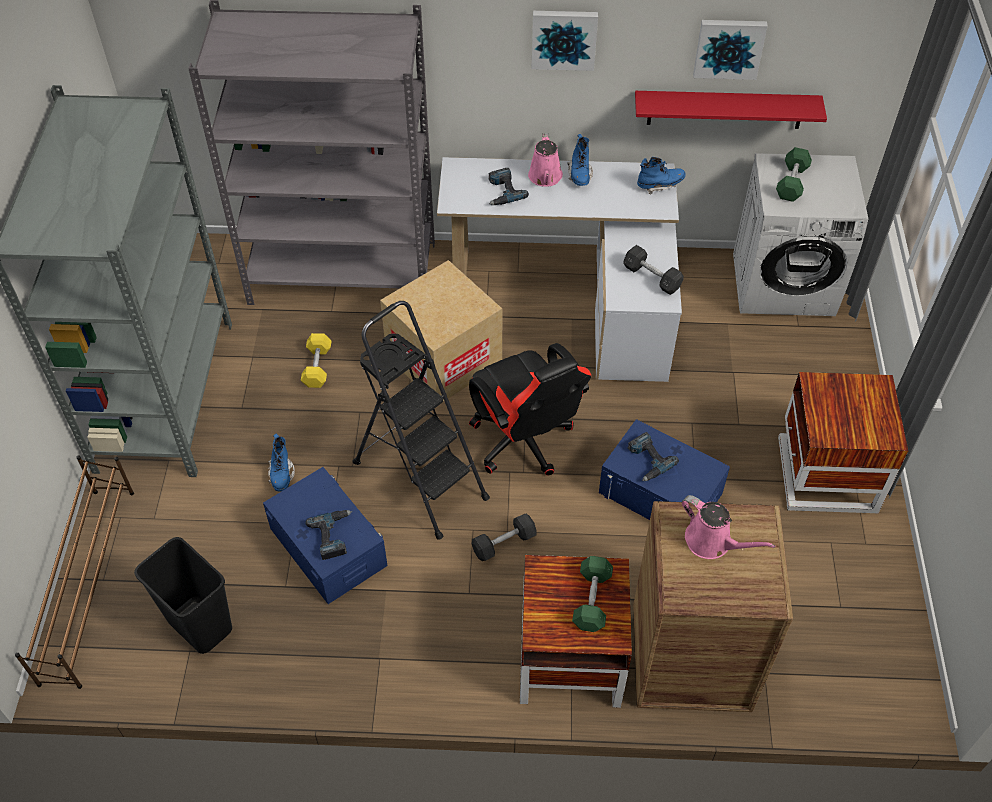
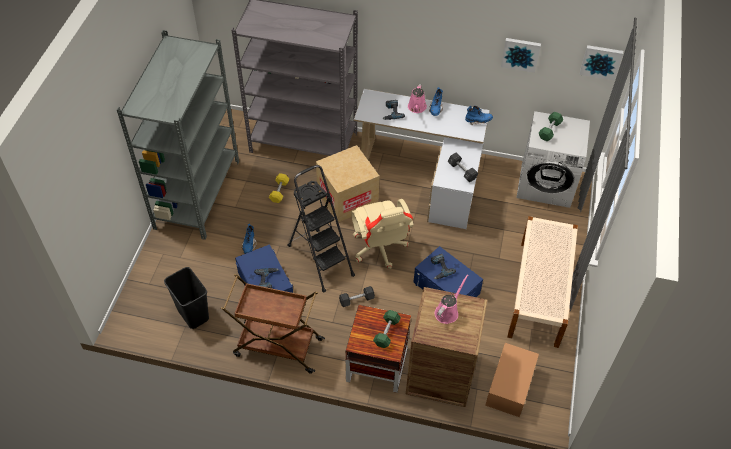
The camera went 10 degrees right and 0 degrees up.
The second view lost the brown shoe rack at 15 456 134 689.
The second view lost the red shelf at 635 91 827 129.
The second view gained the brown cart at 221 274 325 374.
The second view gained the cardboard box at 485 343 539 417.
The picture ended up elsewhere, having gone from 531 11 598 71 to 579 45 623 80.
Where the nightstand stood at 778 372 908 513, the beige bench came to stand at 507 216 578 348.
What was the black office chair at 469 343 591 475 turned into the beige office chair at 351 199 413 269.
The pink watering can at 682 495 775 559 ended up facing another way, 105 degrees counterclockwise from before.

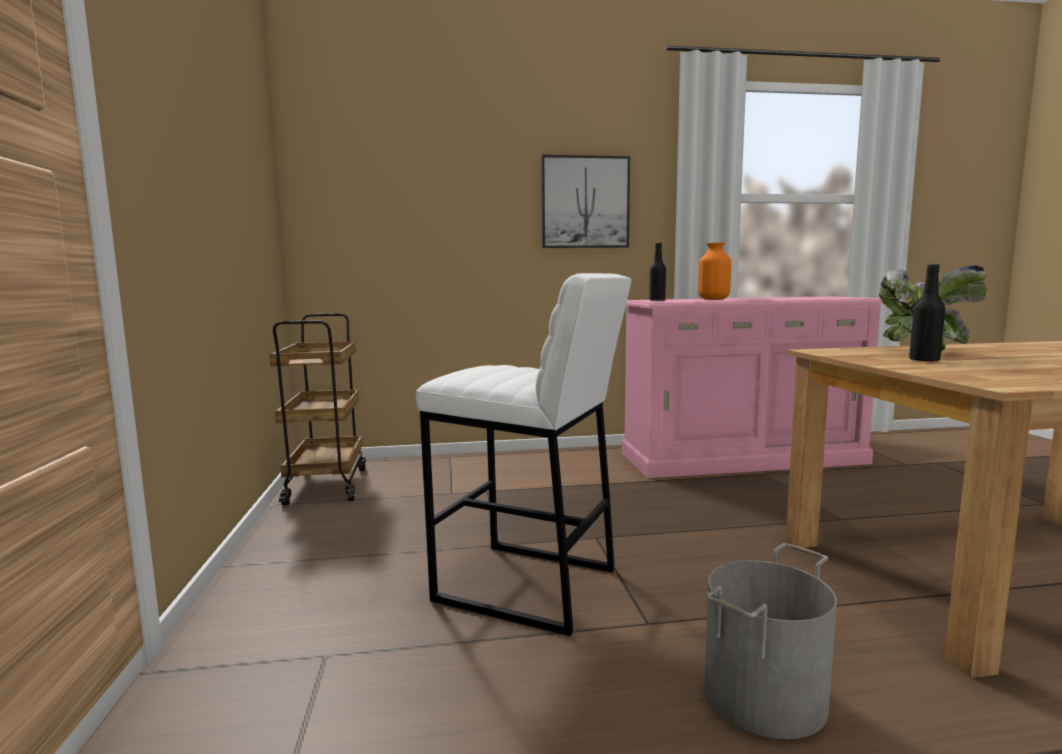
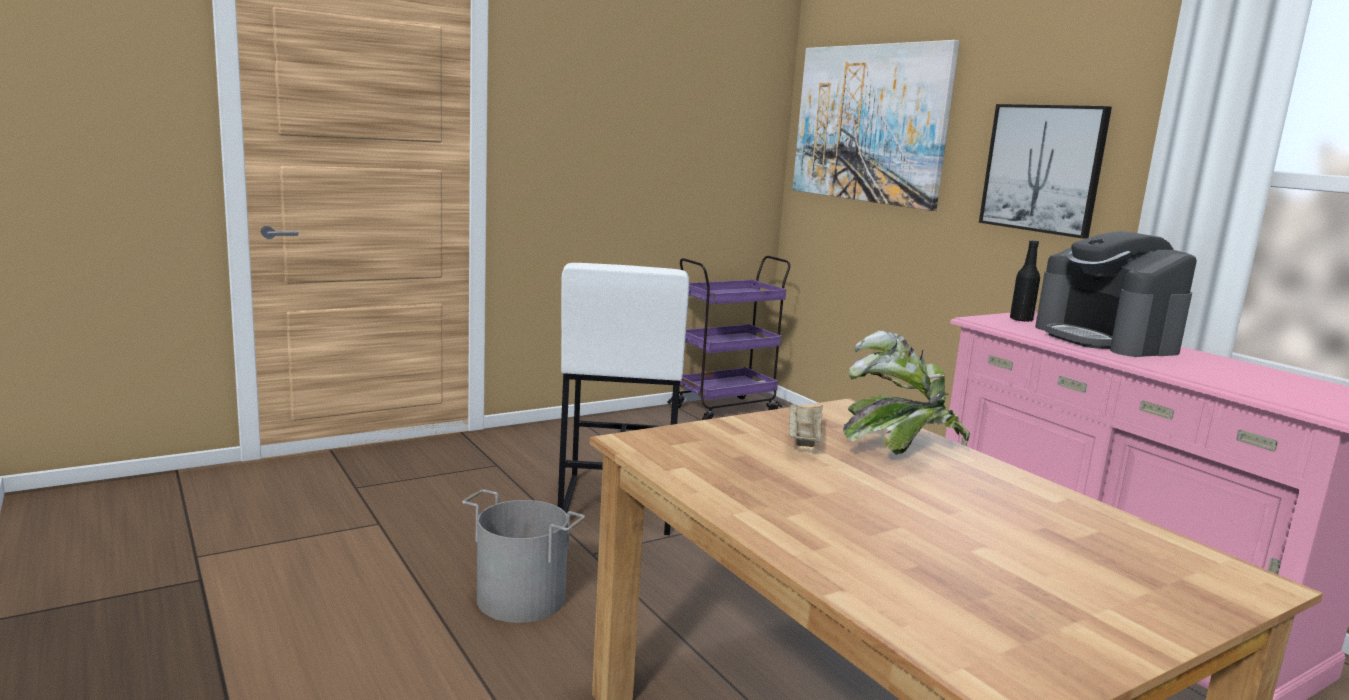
The camera went 65 degrees right and 5 degrees up.
The second view gained the picture at 792 40 959 211.
Where the orange vase stood at 698 243 731 300, the coffee machine came to stand at 1035 231 1197 357.
Where the black bottle stood at 909 264 945 362, the beige tray came to stand at 789 401 823 447.
What was the brown cart at 269 313 366 505 turned into the purple cart at 667 256 790 420.

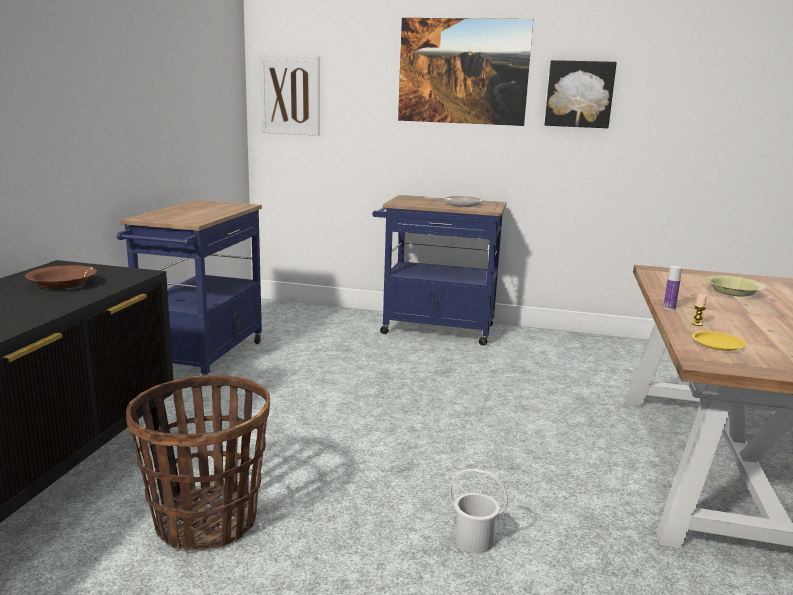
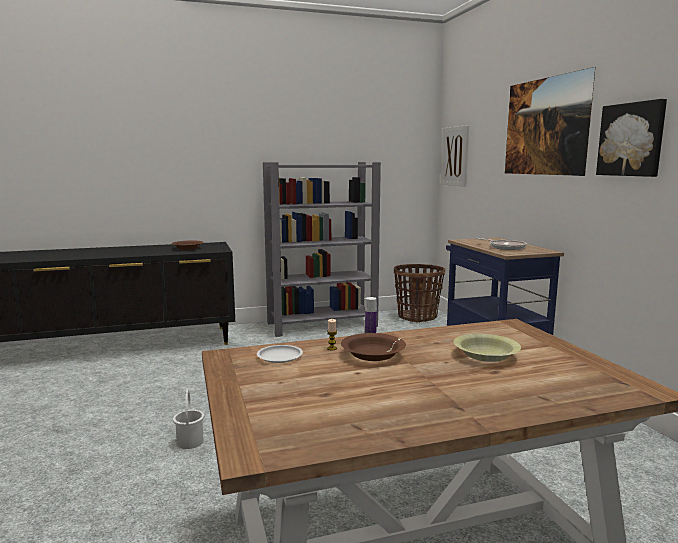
The camera went 60 degrees right and 5 degrees down.
The second view gained the brown bowl at 341 333 406 361.
The basket ended up elsewhere, having gone from 126 375 270 551 to 394 264 445 322.
Where the blue cart stood at 117 200 262 376, the grey bookcase came to stand at 263 162 381 337.
What was the yellow plate at 692 331 746 351 turned into the white plate at 257 345 303 363.

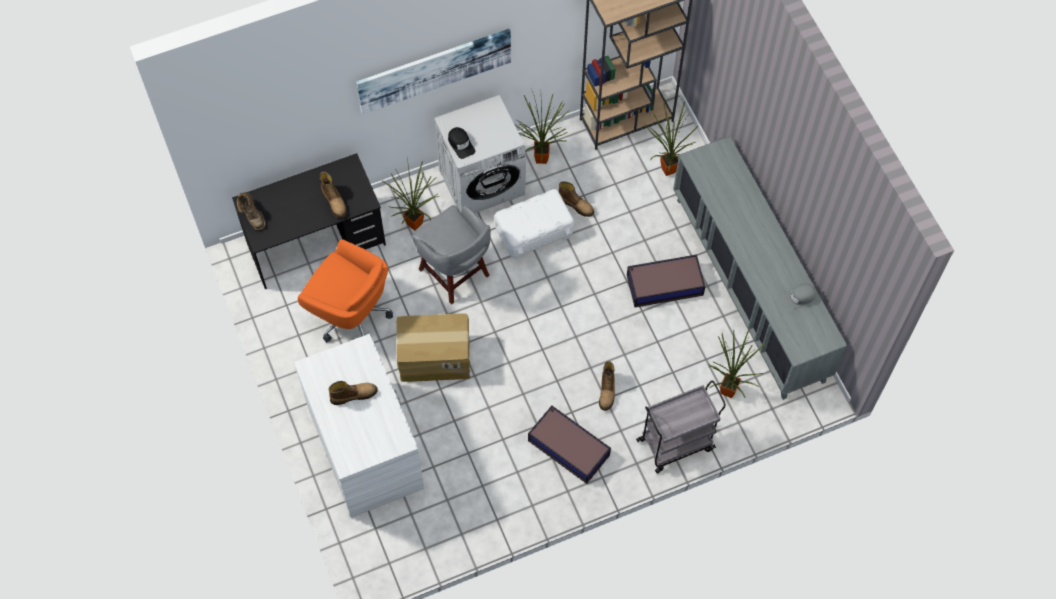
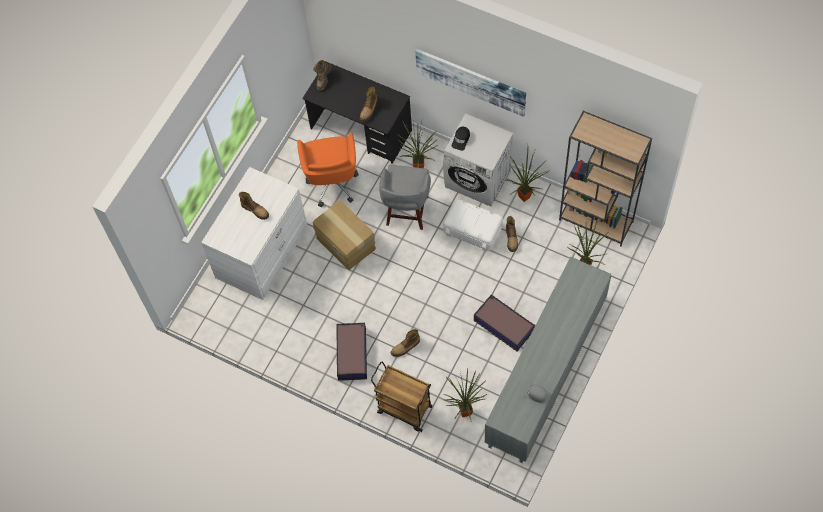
The camera went 55 degrees right and 0 degrees up.
What was the grey cart at 636 381 725 474 turned into the brown cart at 371 362 432 432.

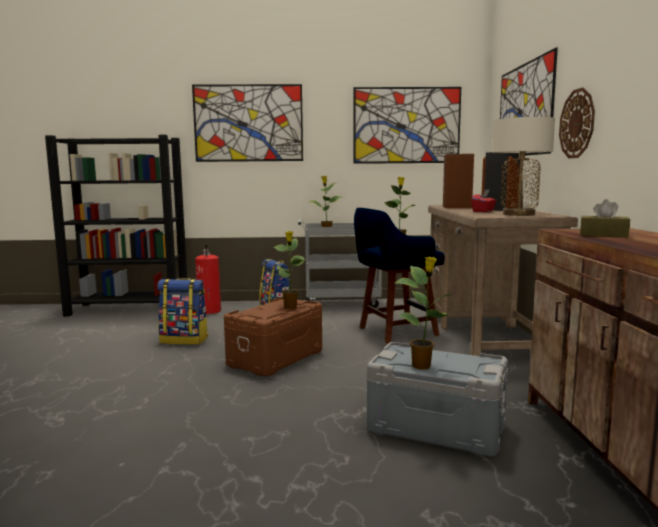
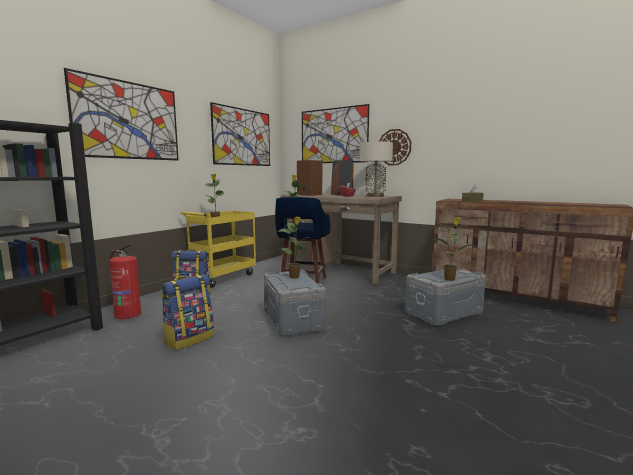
The camera went 55 degrees left and 0 degrees up.
What was the brown storage box at 224 297 322 376 turned into the grey storage box at 264 270 326 337.
What was the grey cart at 298 218 382 308 turned into the yellow cart at 180 211 256 288.

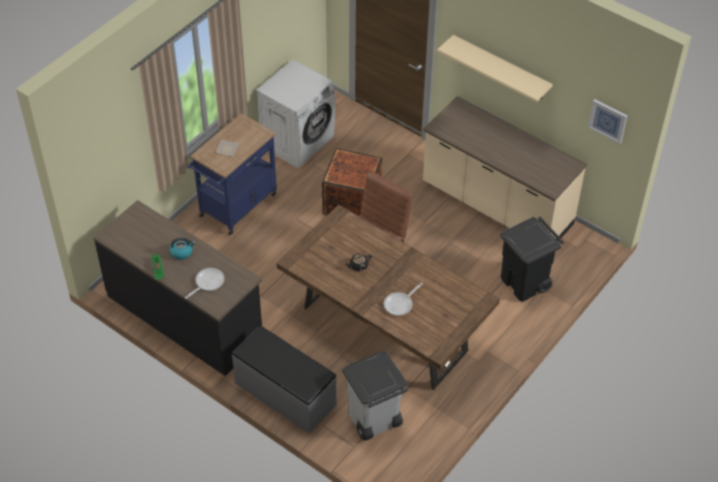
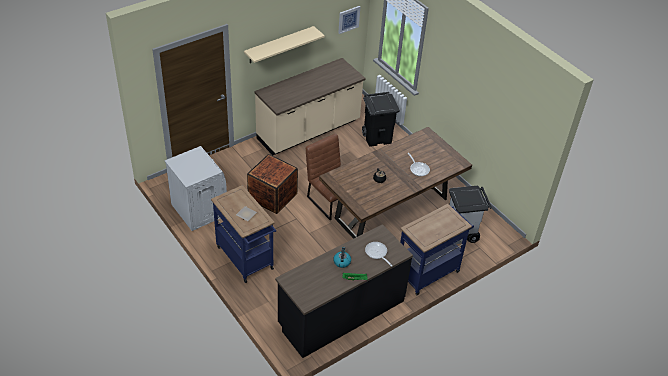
The camera went 75 degrees left and 5 degrees down.
Where the grey bench stood at 232 325 337 434, the blue cart came to stand at 400 204 474 296.

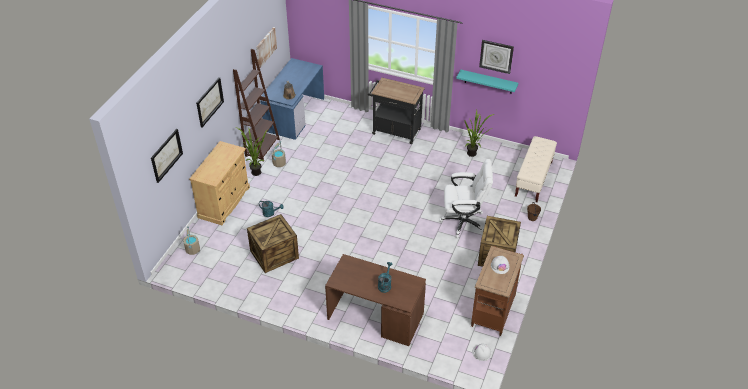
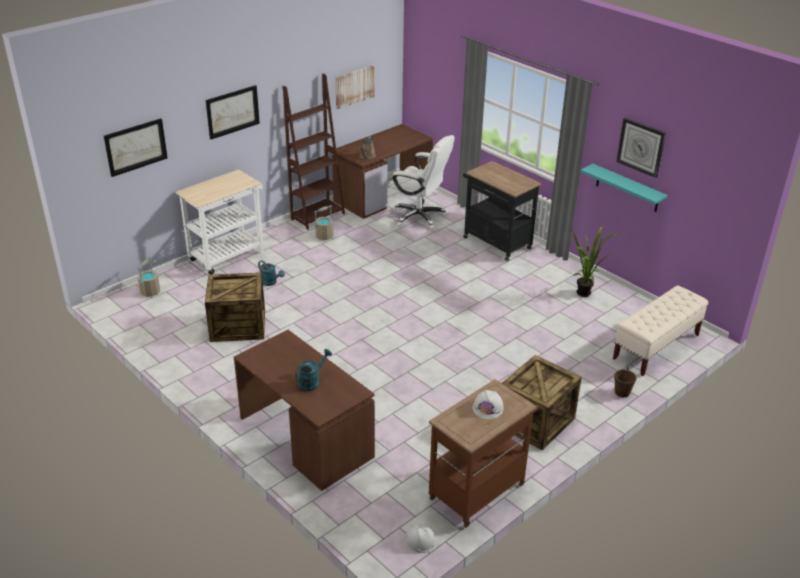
The camera went 25 degrees right and 10 degrees down.
The second view lost the potted plant at 236 127 268 176.
The white office chair ended up elsewhere, having gone from 439 159 493 238 to 389 135 455 230.
Where the beige cabinet stood at 189 141 250 225, the white cart came to stand at 176 169 264 275.
What was the blue desk at 260 58 324 140 turned into the brown desk at 332 124 433 219.

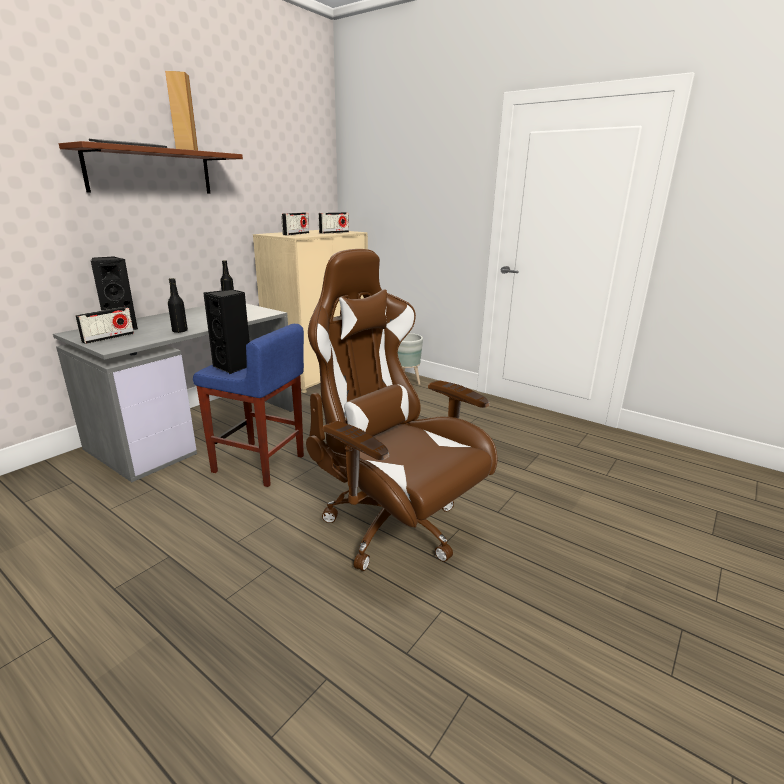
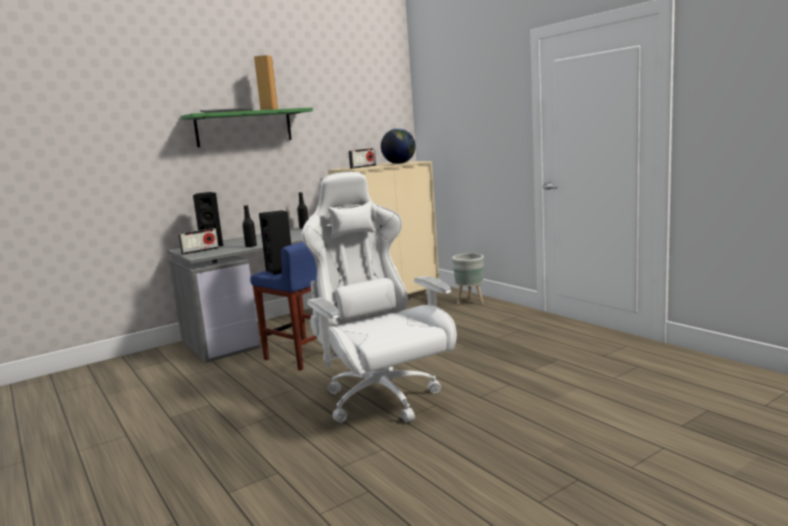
The camera went 20 degrees right and 10 degrees down.
Where the radio stood at 318 212 349 234, the globe came to stand at 381 129 416 164.
What was the brown shelf at 59 141 243 193 turned into the green shelf at 181 107 313 147.
What was the brown office chair at 306 249 497 571 turned into the white office chair at 301 172 457 423.

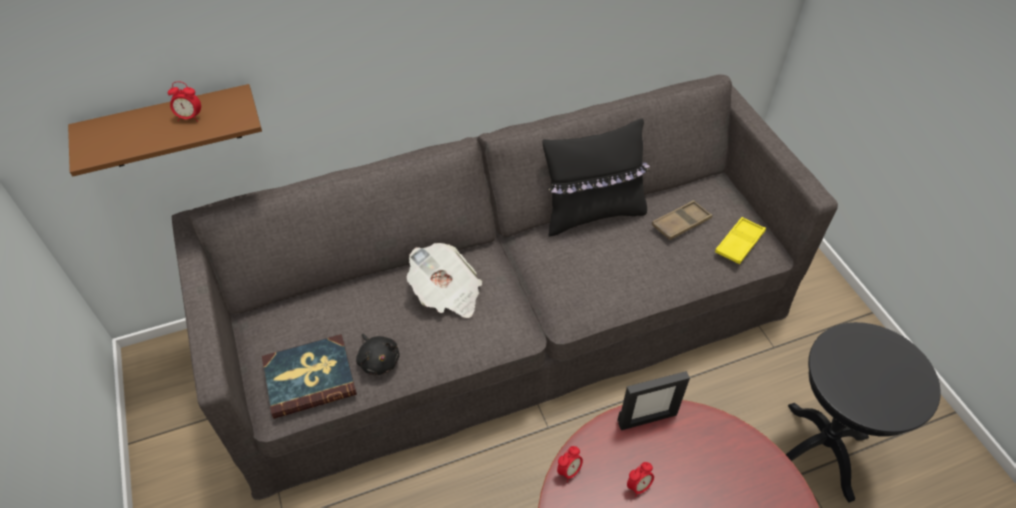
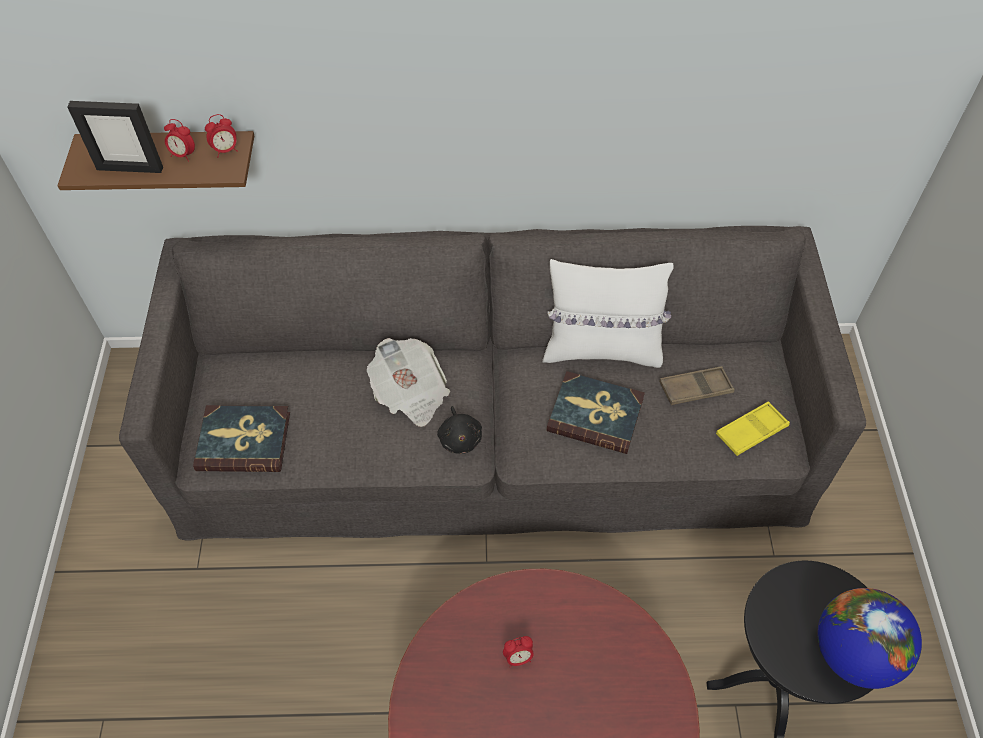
The camera went 20 degrees right and 5 degrees up.
The second view gained the book at 546 371 645 454.
The second view gained the globe at 817 588 922 689.
The black plush toy ended up elsewhere, having gone from 356 333 400 375 to 437 406 482 454.
The alarm clock ended up elsewhere, having gone from 557 446 583 482 to 205 114 238 157.
The picture frame ended up elsewhere, having gone from 617 371 690 430 to 67 101 163 173.
What was the black pillow at 542 118 650 237 turned into the white pillow at 543 259 674 368.

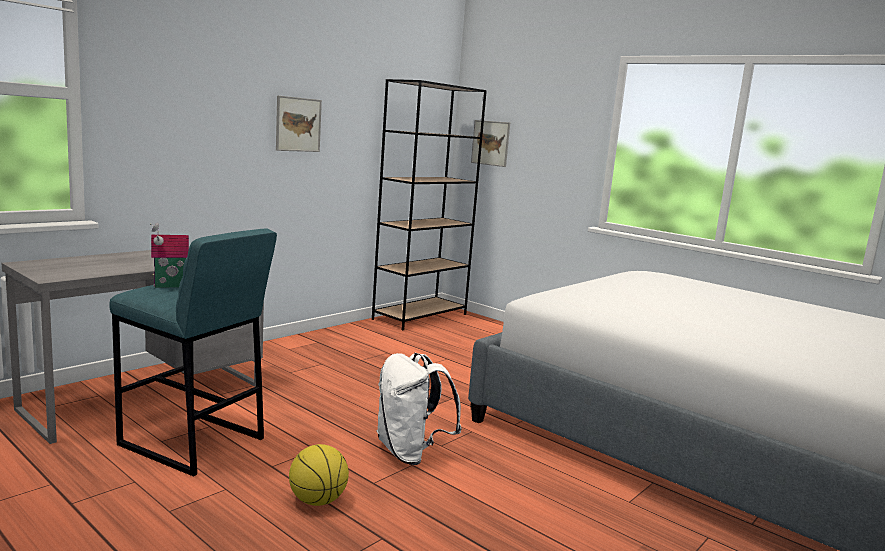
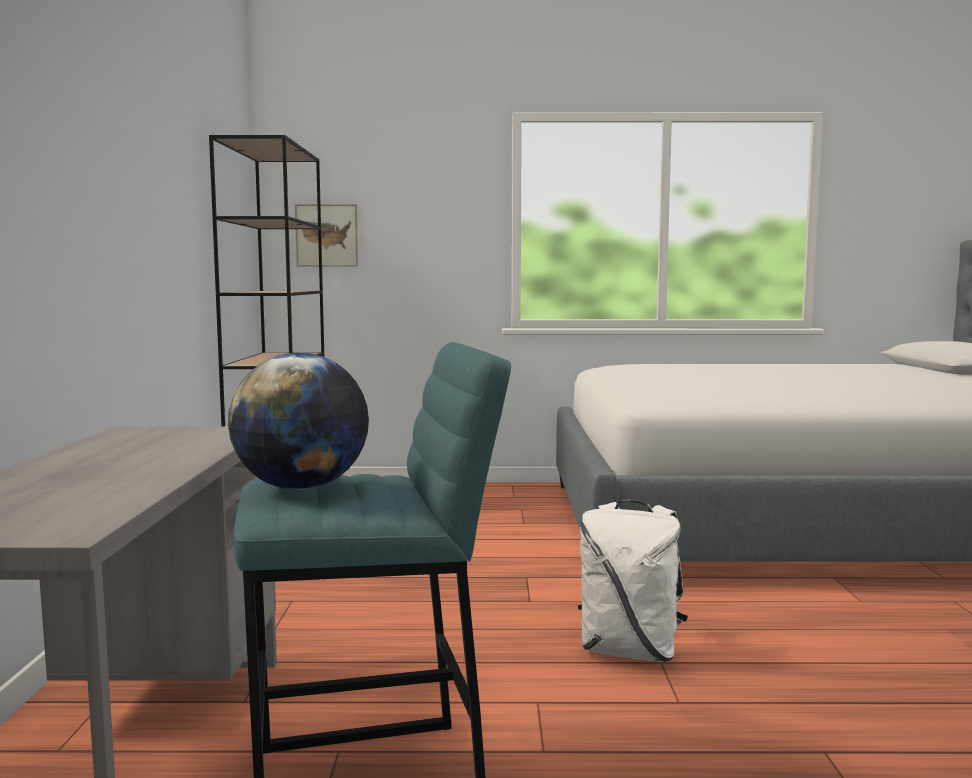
The camera went 40 degrees left and 5 degrees down.
The second view lost the picture at 276 95 322 152.
The second view lost the basketball at 289 444 349 506.
Where the toy house stood at 150 222 189 288, the globe came to stand at 228 353 369 490.

